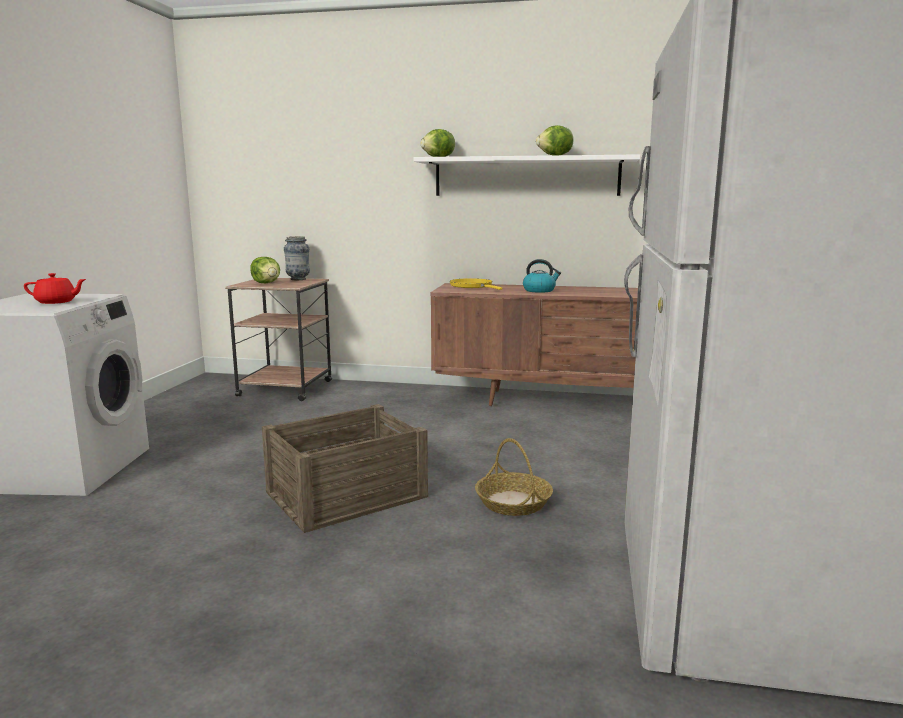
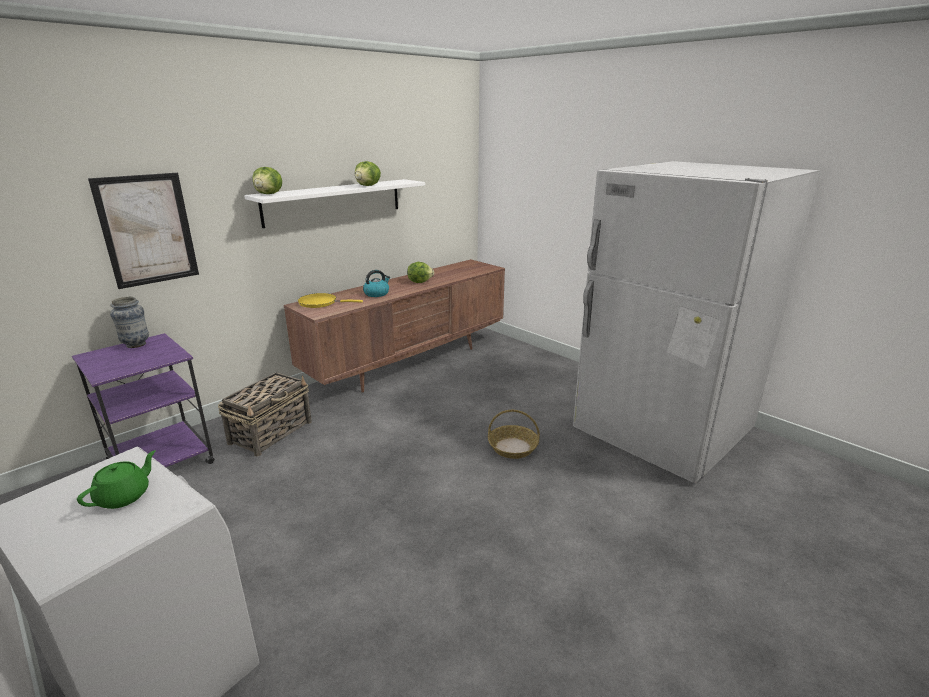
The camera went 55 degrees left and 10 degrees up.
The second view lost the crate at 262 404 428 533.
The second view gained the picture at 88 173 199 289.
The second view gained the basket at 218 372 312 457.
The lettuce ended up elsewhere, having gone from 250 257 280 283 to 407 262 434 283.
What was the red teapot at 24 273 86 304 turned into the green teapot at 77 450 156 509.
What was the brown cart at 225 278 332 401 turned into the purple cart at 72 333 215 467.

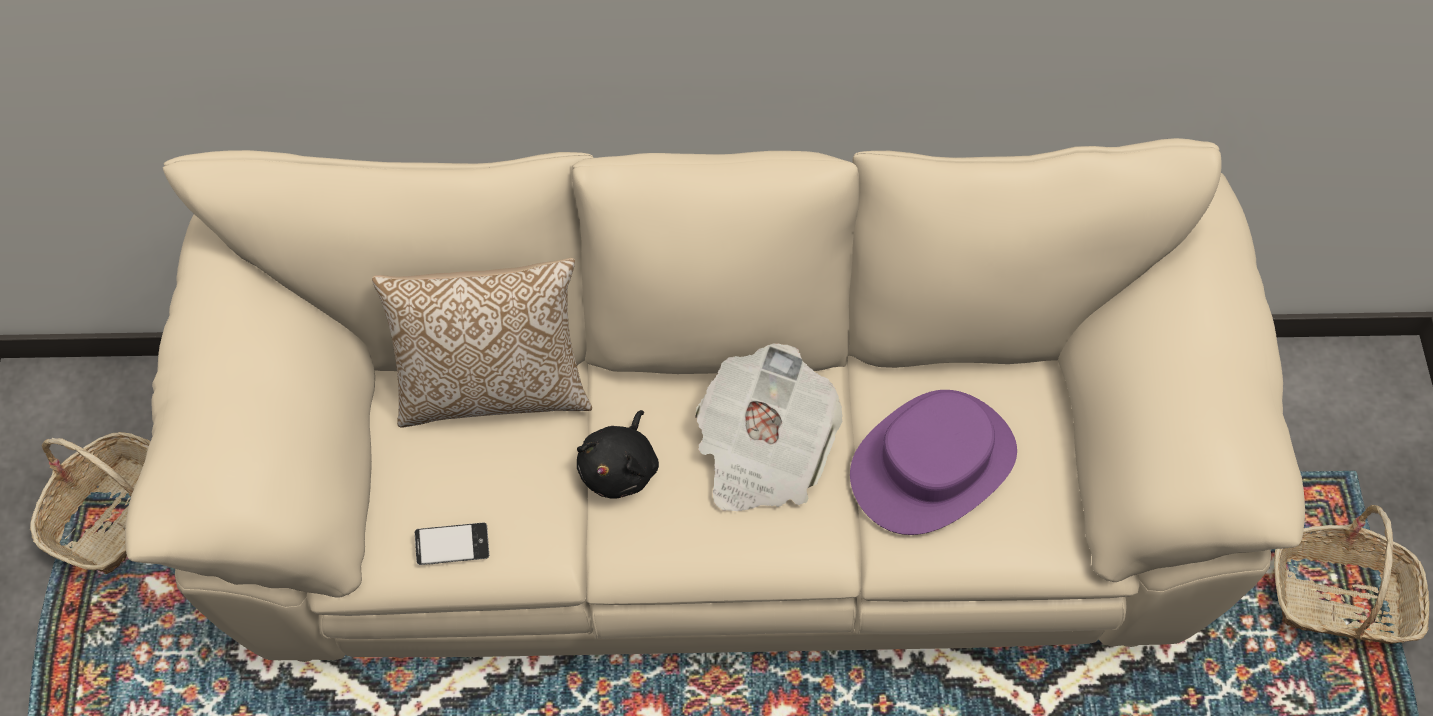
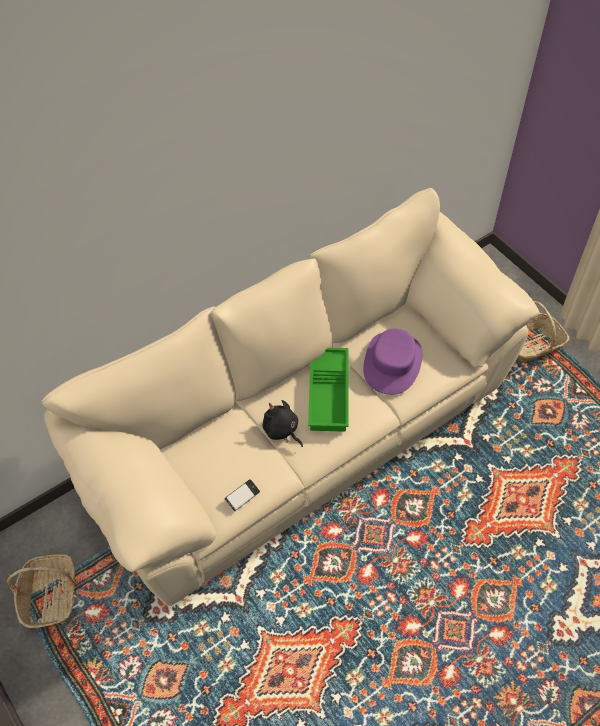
The camera went 35 degrees left and 5 degrees down.
The second view lost the pillow at 372 258 592 428.
Where the newspaper stood at 695 343 843 511, the green tray came to stand at 308 348 349 432.
The black plush toy at 577 410 659 499 ended up facing another way, 150 degrees clockwise from before.

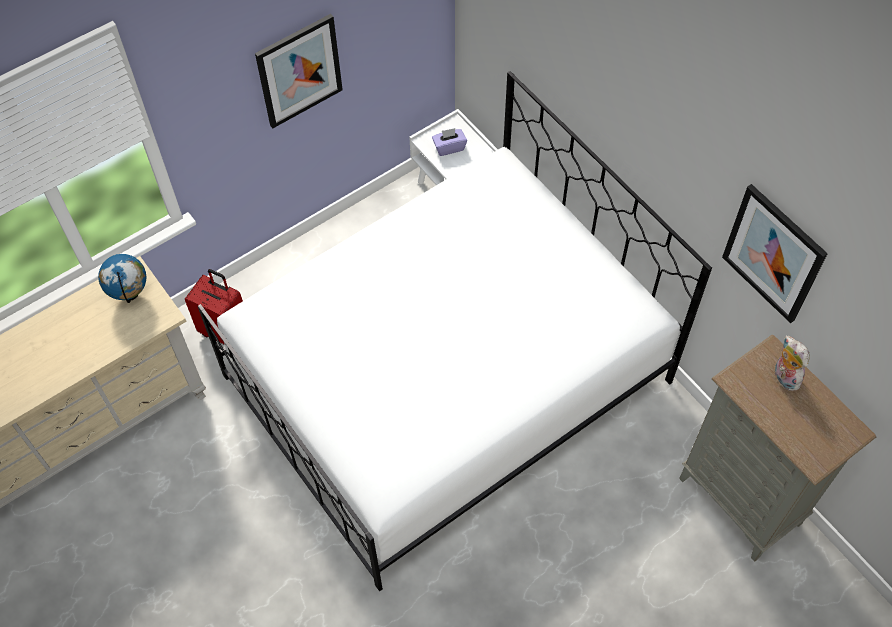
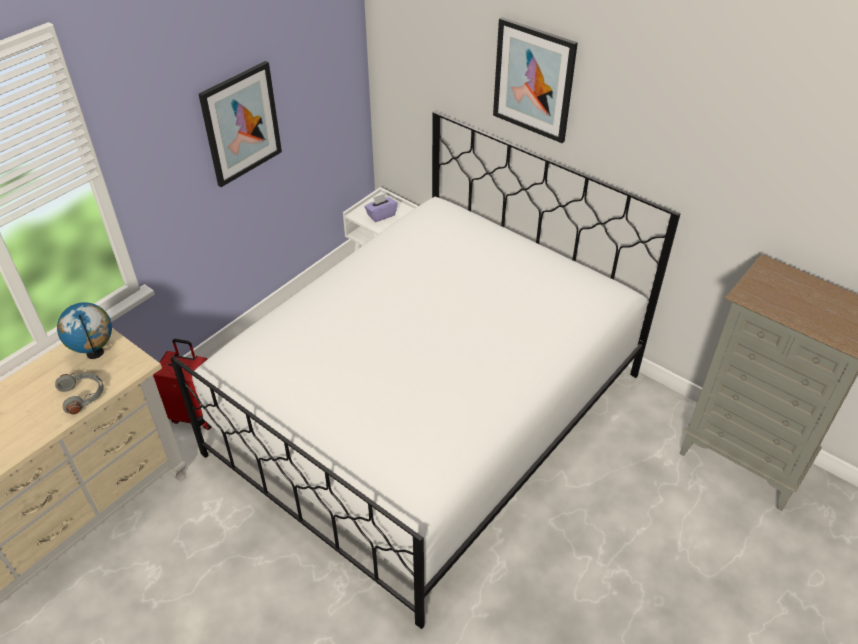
The camera went 15 degrees left and 15 degrees down.
The second view lost the plush toy at 775 335 810 391.
The second view gained the grey headphones at 55 373 104 415.
The picture ended up elsewhere, having gone from 722 184 828 323 to 493 17 578 143.

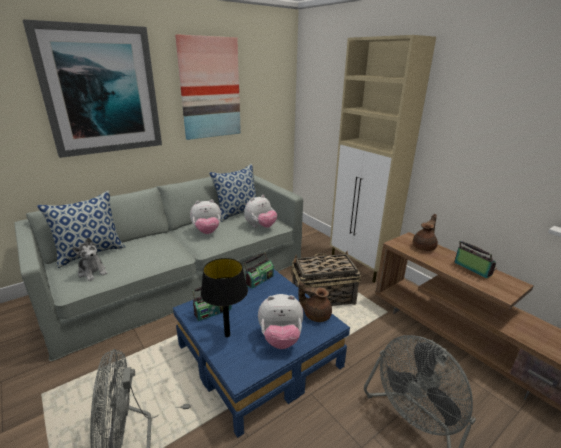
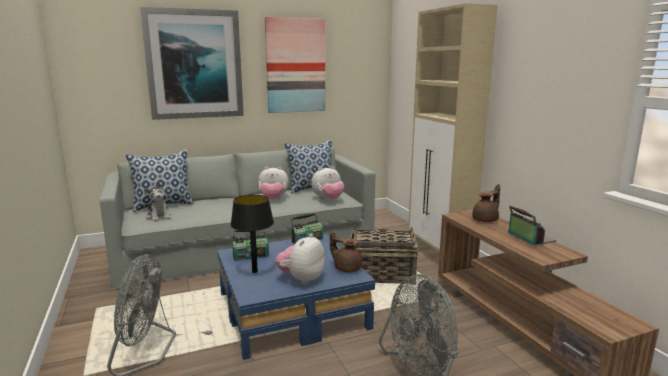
The camera went 15 degrees right and 10 degrees down.
The plush toy at 258 294 303 349 ended up facing another way, 105 degrees clockwise from before.

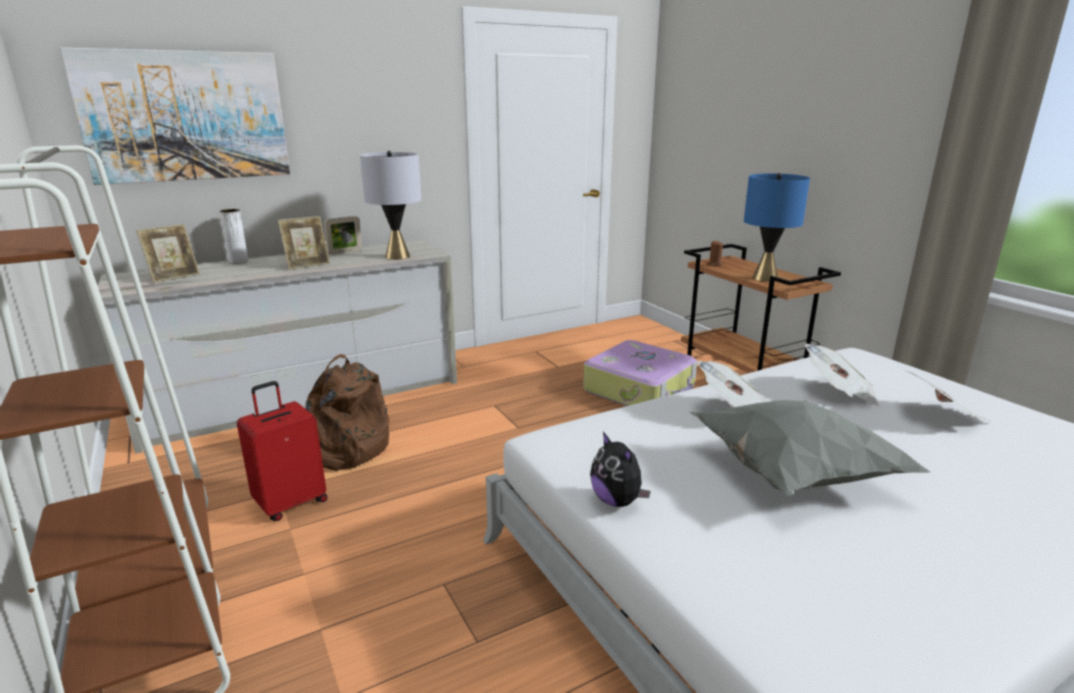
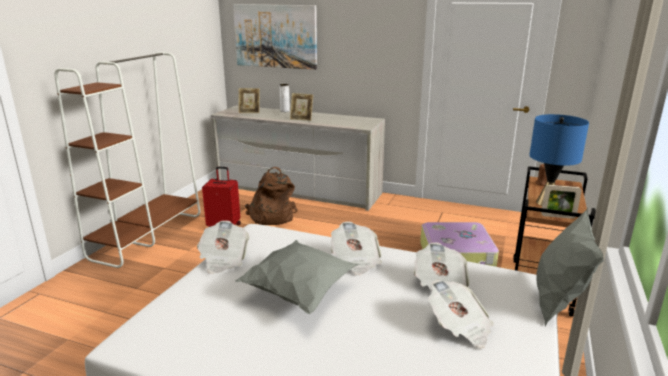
The camera went 50 degrees right and 0 degrees up.
The second view lost the grey table lamp at 360 151 421 260.
The second view gained the grey pillow at 537 208 604 326.
The picture frame ended up elsewhere, having gone from 324 216 362 255 to 541 185 582 219.
Where the plush toy stood at 590 432 651 507, the newspaper came to stand at 197 221 250 274.

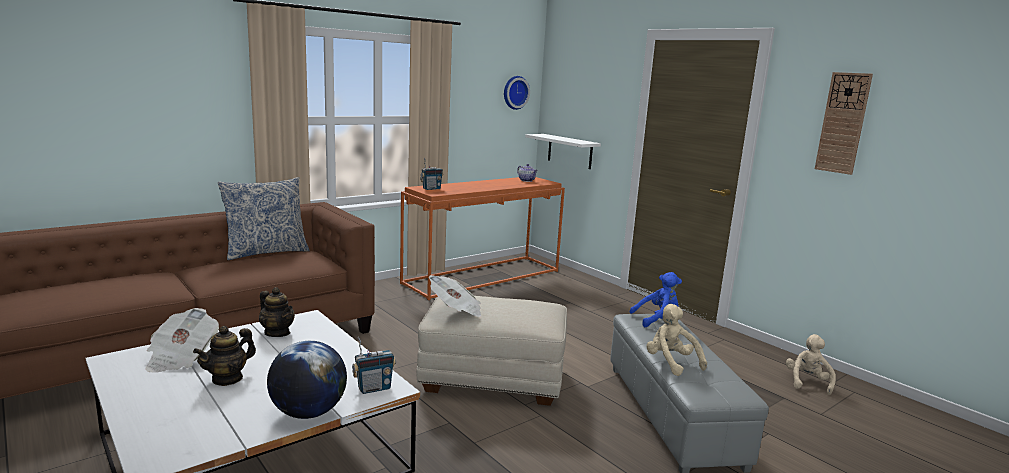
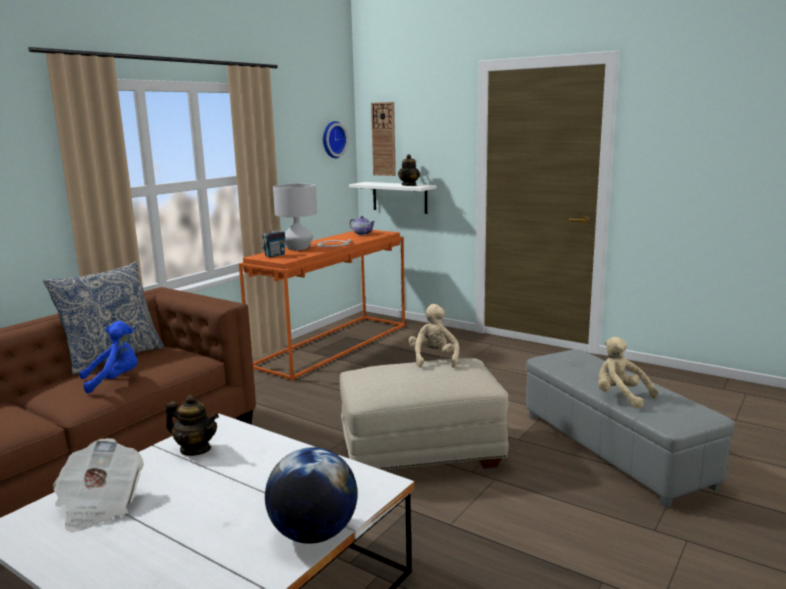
The camera went 15 degrees left and 0 degrees up.
The second view lost the radio at 352 336 396 394.
The second view lost the newspaper at 429 275 481 317.
The second view gained the grey table lamp at 273 184 351 250.
The teapot ended up elsewhere, having gone from 193 326 256 386 to 398 154 420 186.
The blue plush toy ended up elsewhere, having gone from 629 272 682 327 to 79 321 138 394.
The beige plush toy ended up elsewhere, having gone from 786 334 836 395 to 409 304 459 368.
The wall clock ended up elsewhere, having gone from 815 72 873 175 to 371 102 396 176.

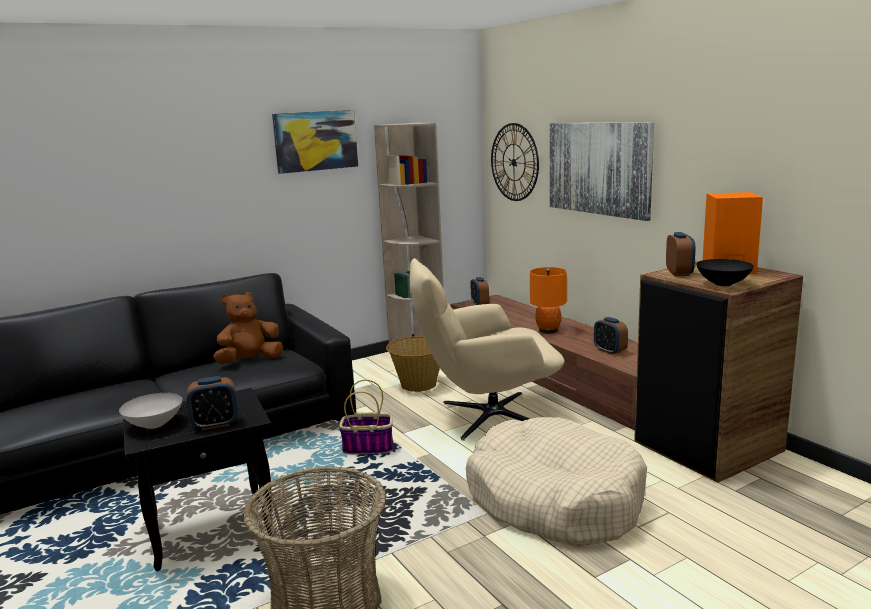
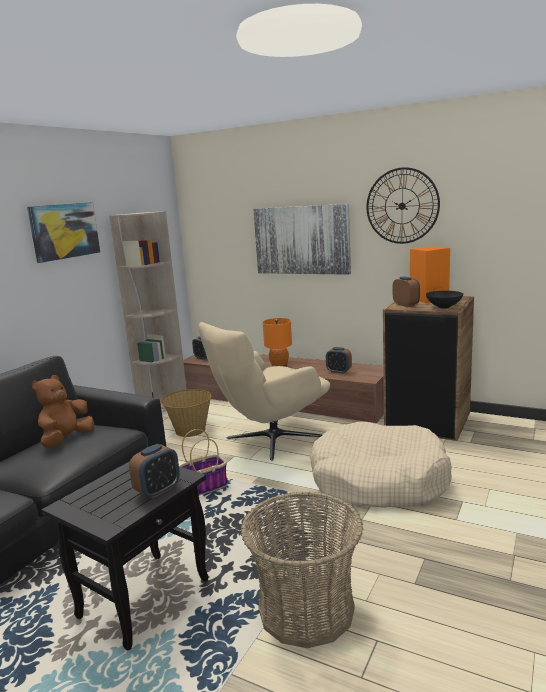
The camera went 30 degrees left and 0 degrees up.
The second view lost the white bowl at 119 393 182 429.
The wall clock ended up elsewhere, having gone from 491 123 539 201 to 366 167 440 244.

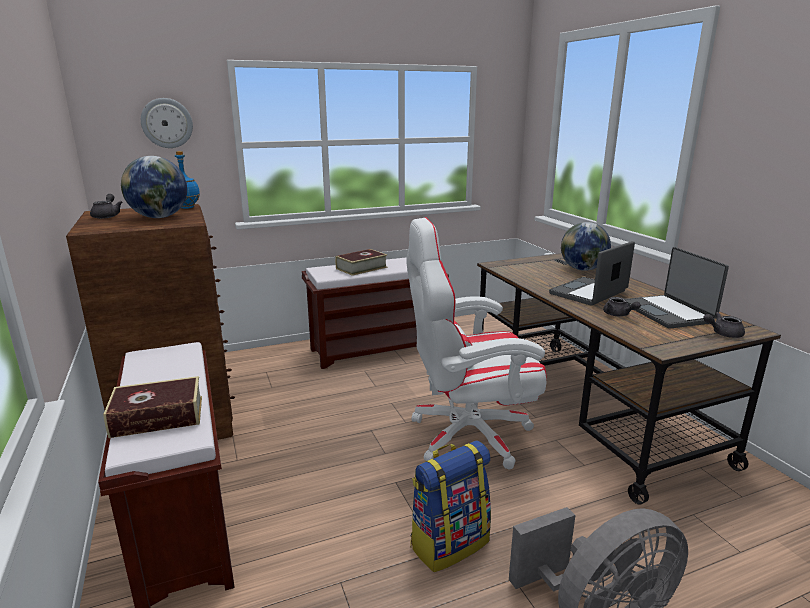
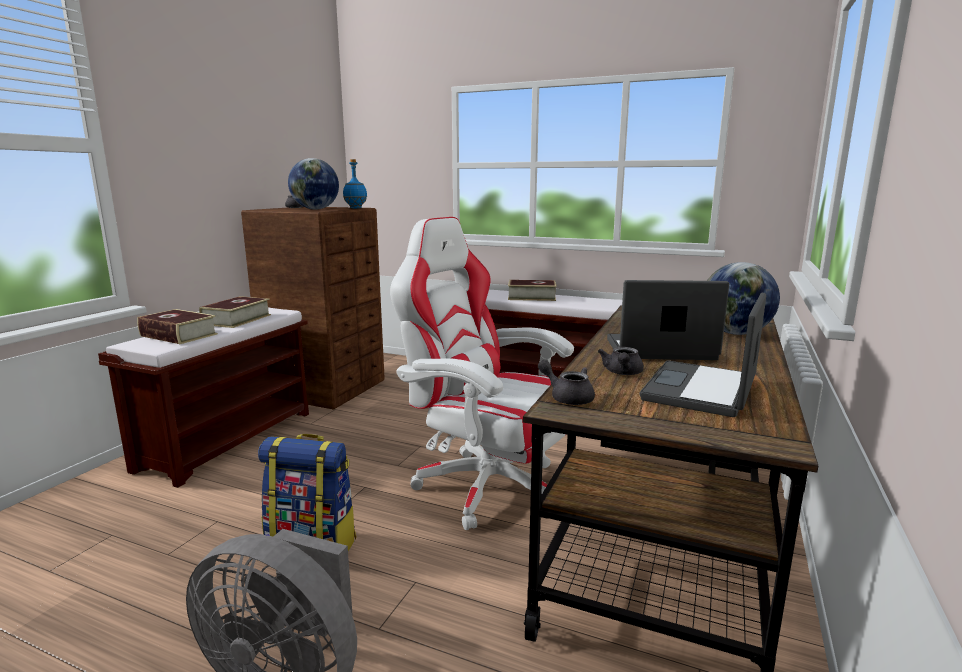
The camera went 45 degrees right and 5 degrees down.
The second view lost the wall clock at 141 98 193 148.
The second view gained the book at 199 296 271 328.
The grey teapot ended up elsewhere, having gone from 703 312 745 338 to 538 360 595 405.

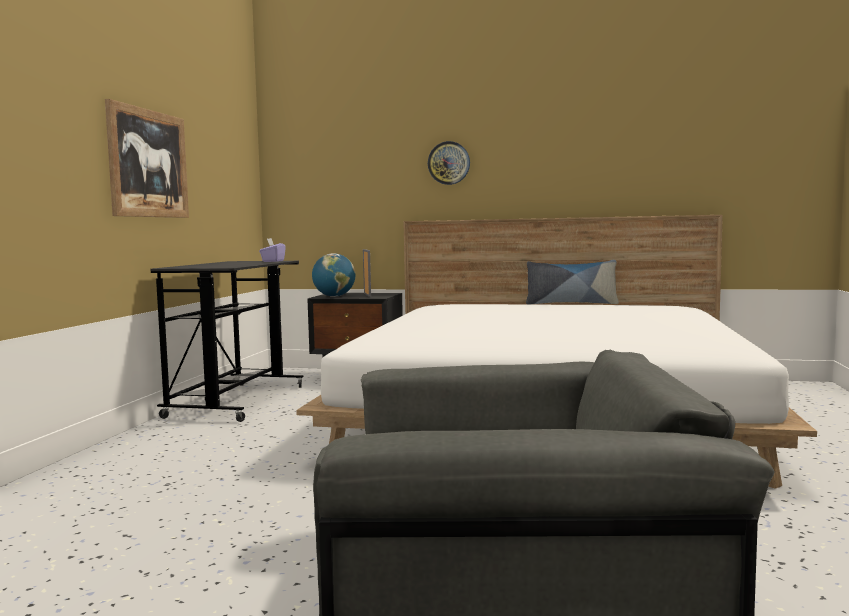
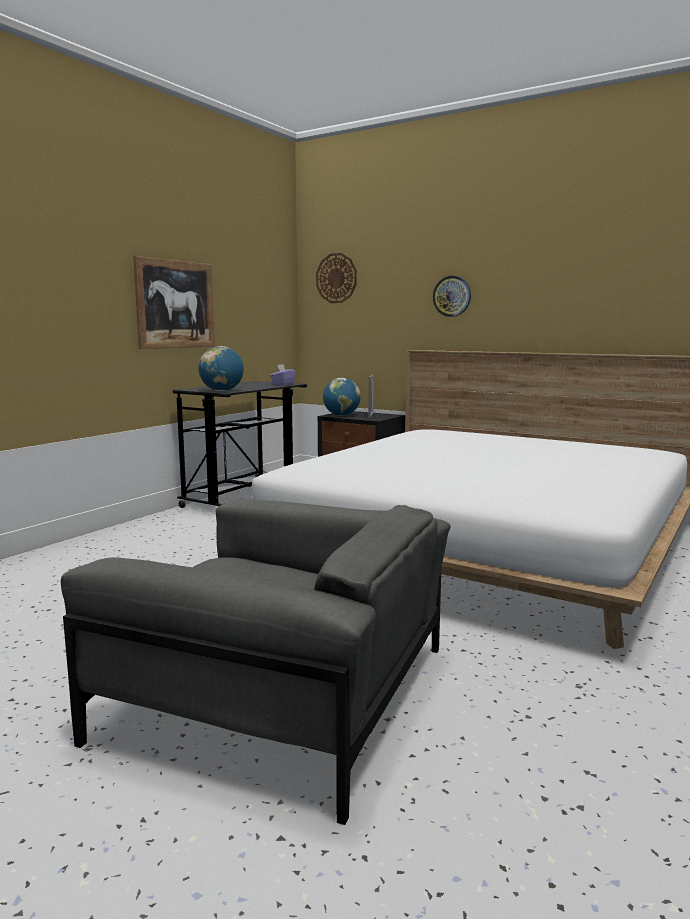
The camera went 20 degrees right and 5 degrees up.
The second view lost the pillow at 526 260 619 305.
The second view gained the globe at 199 346 244 391.
The second view gained the wall clock at 316 253 357 303.

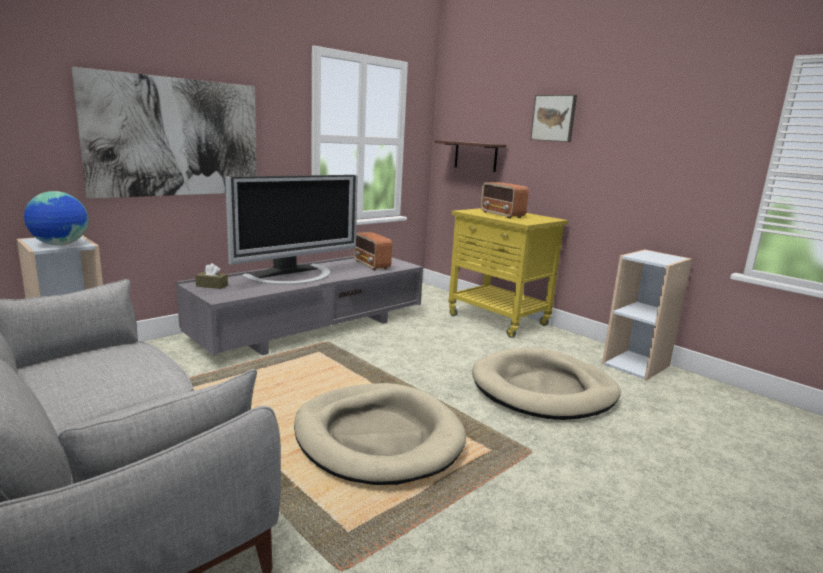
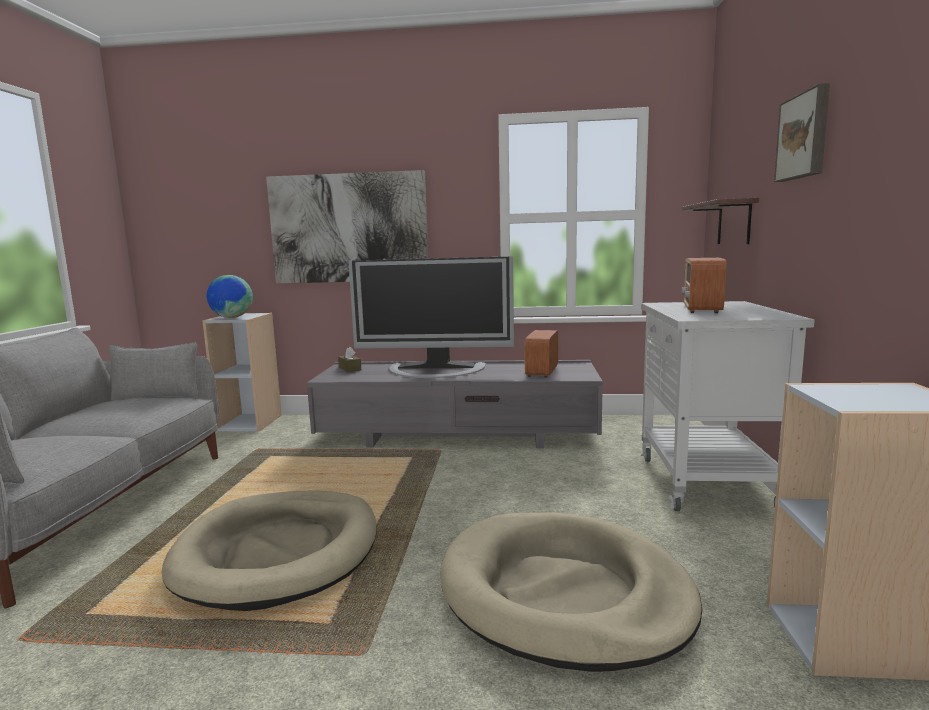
The camera went 50 degrees right and 5 degrees down.
What was the yellow cart at 448 208 568 338 turned into the white cart at 641 301 815 511.

